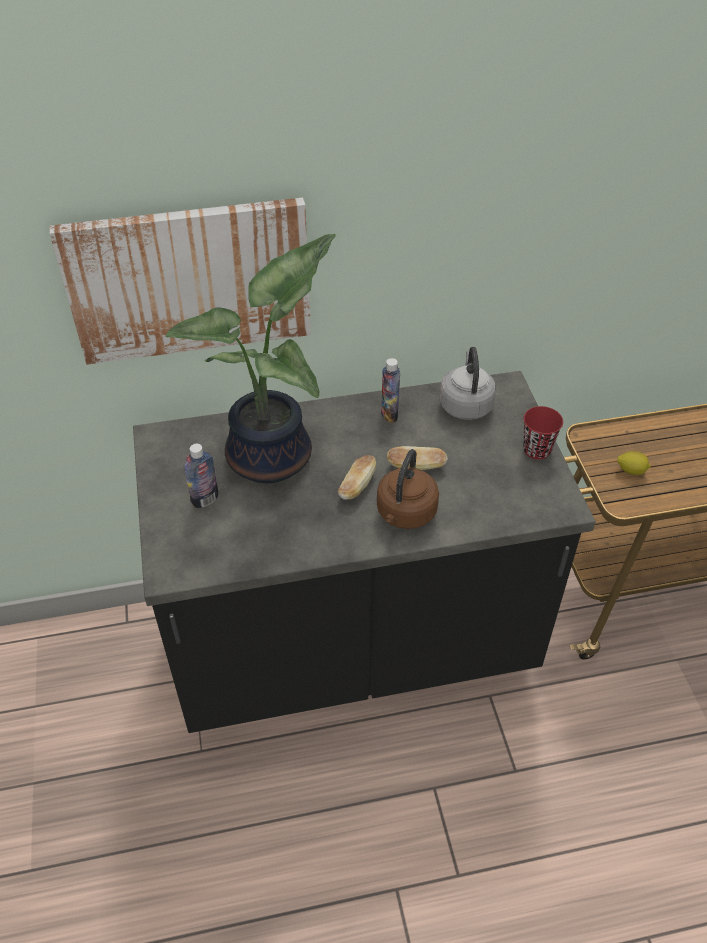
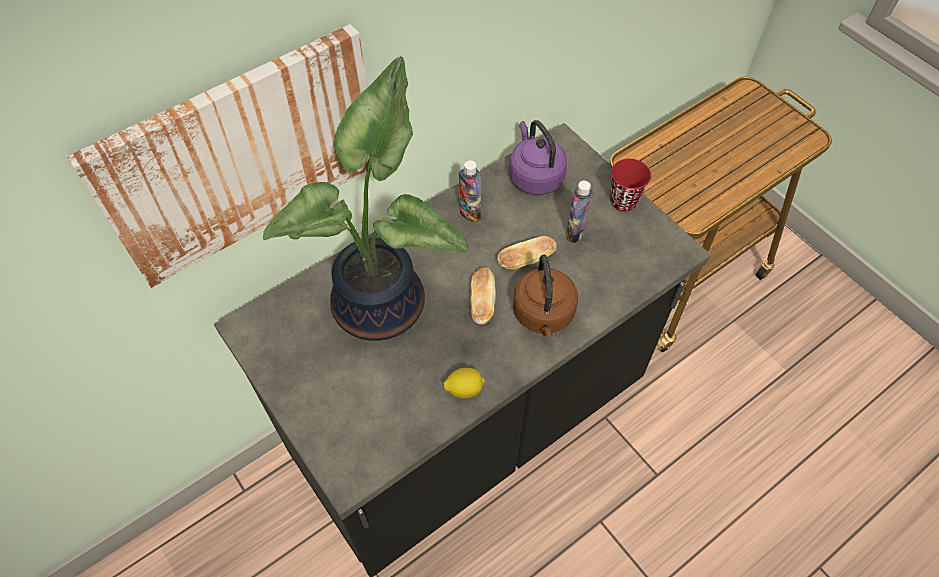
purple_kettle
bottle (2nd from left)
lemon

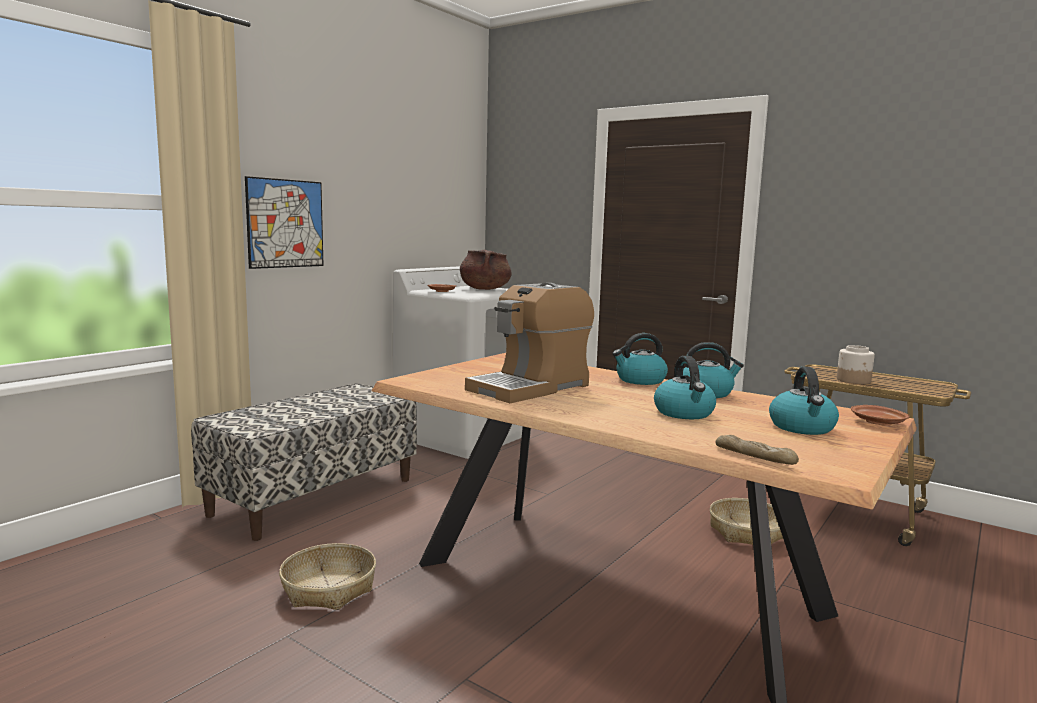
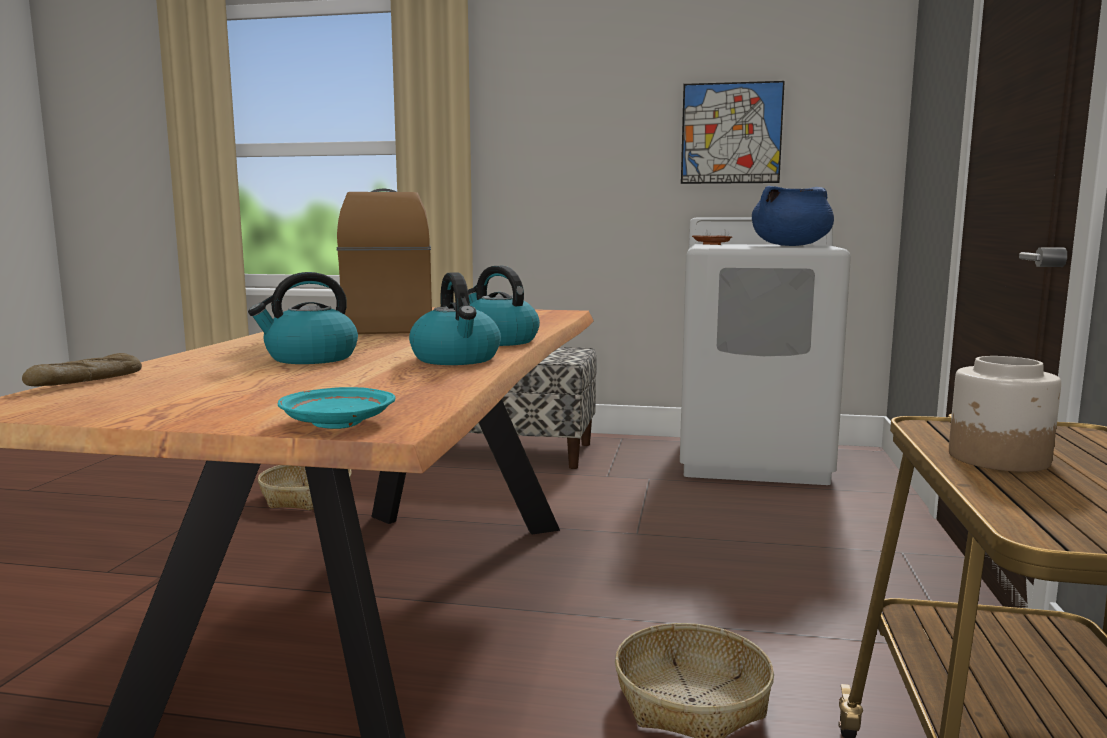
picture
blue_cooking_pot
coffee_machine
kettle (4th from left in the first image)
turquoise_plate

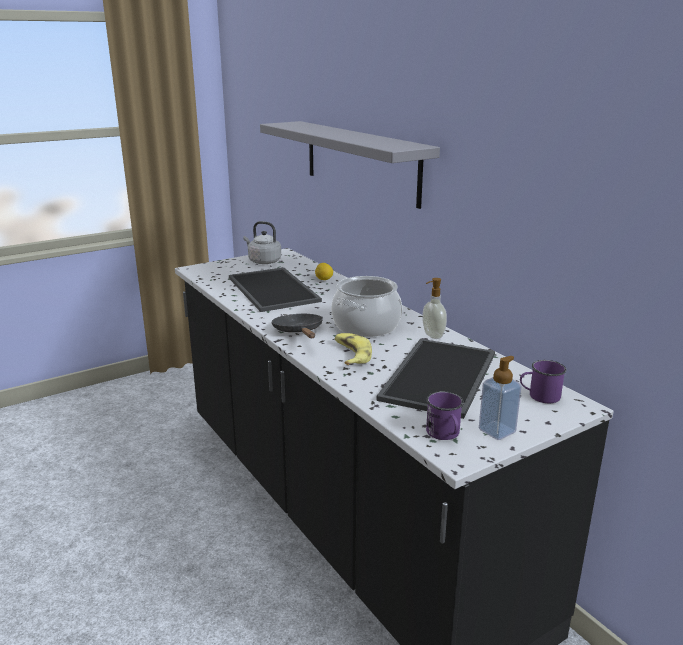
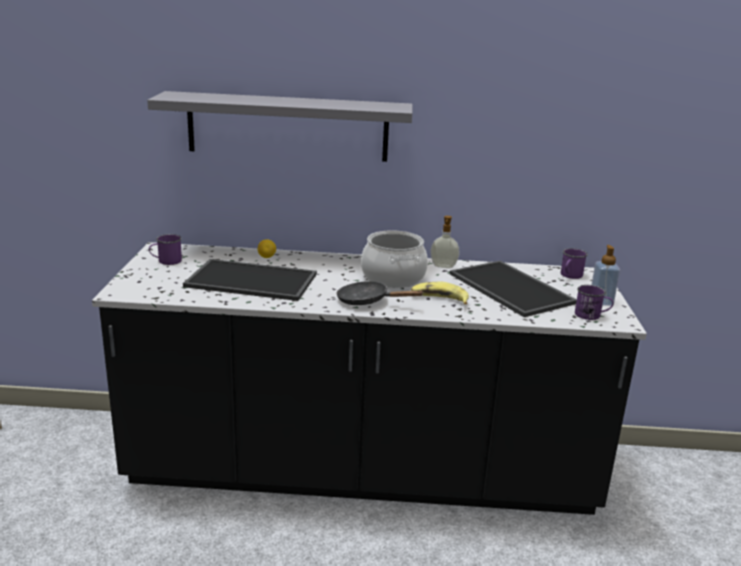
purple_mug (1st from left)

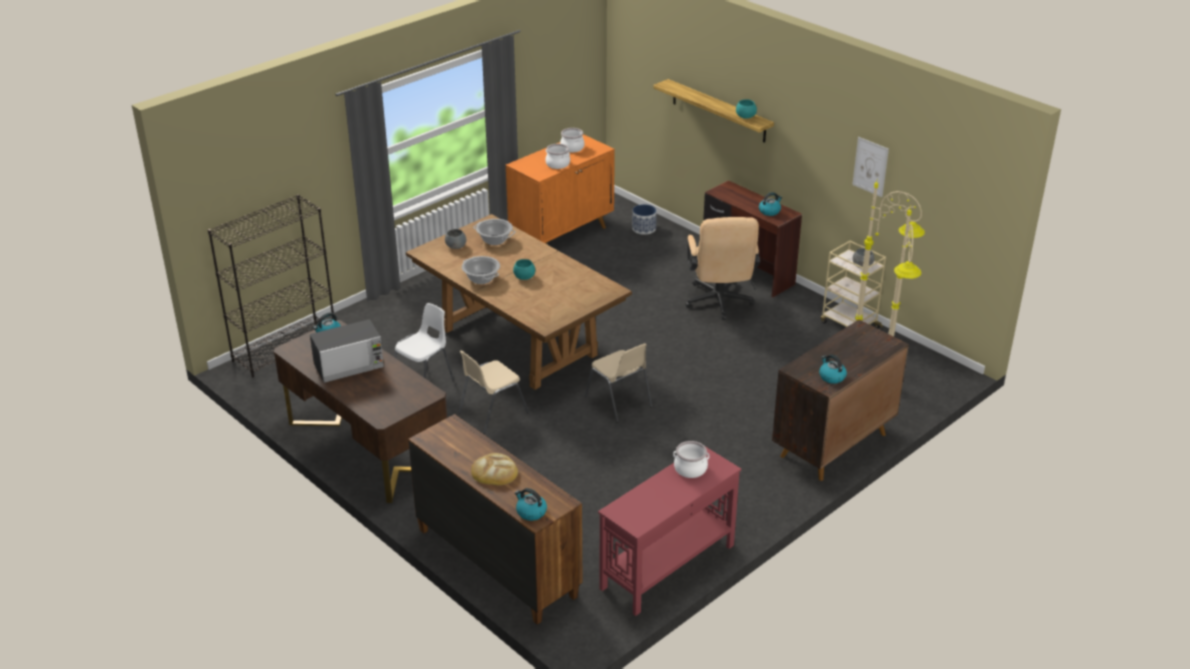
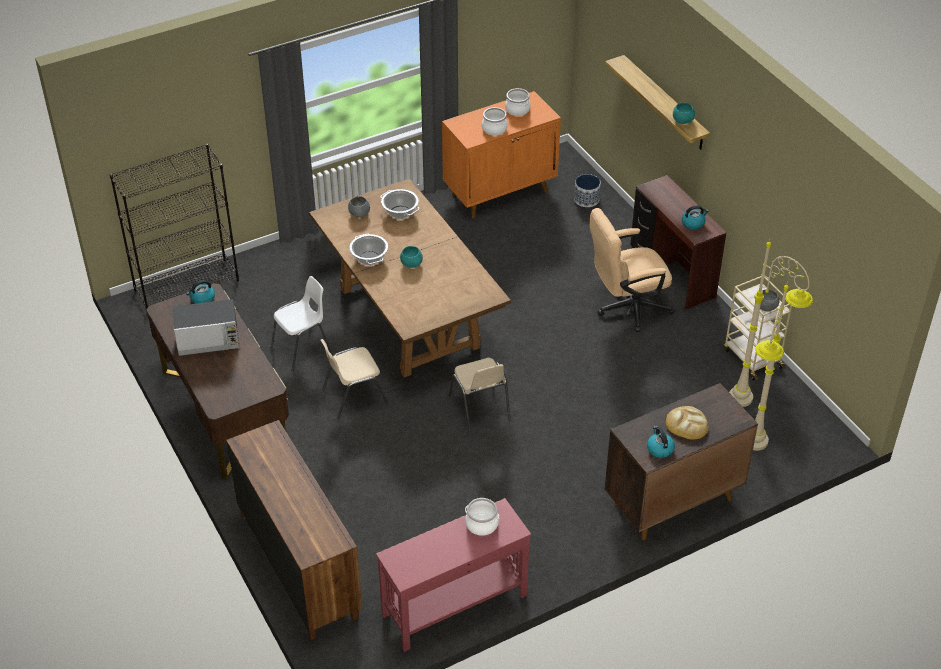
picture
beige_office_chair
bread
kettle (2nd from left in the first image)

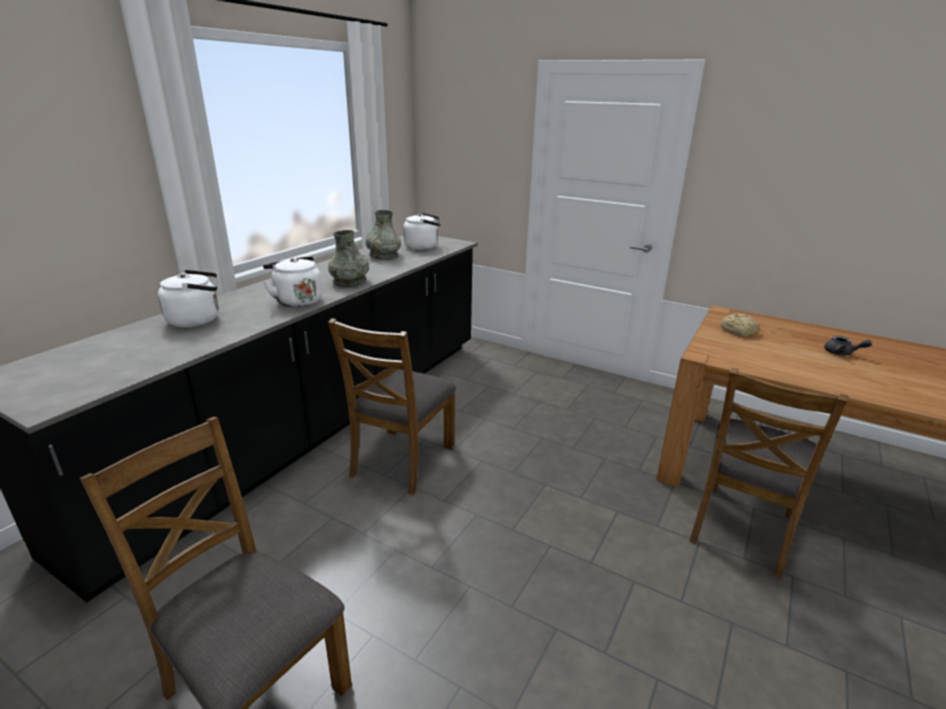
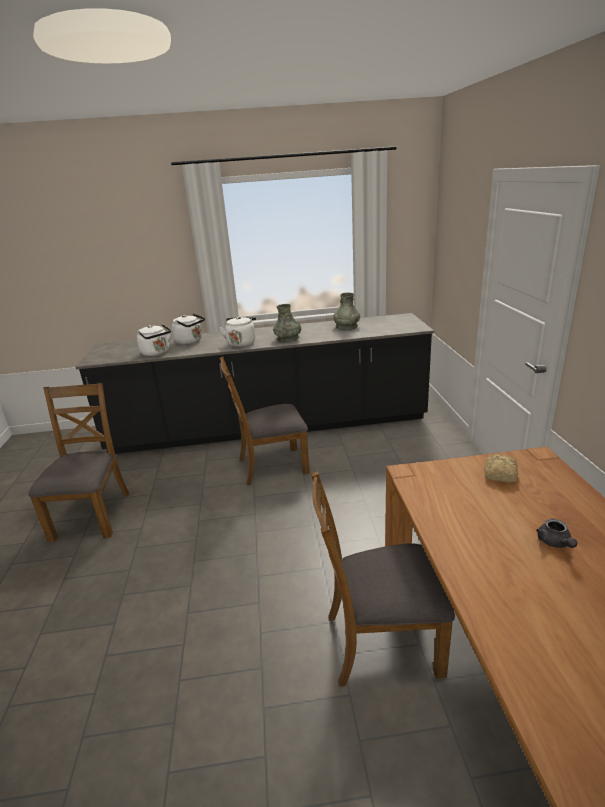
white_kettle (1st from left)

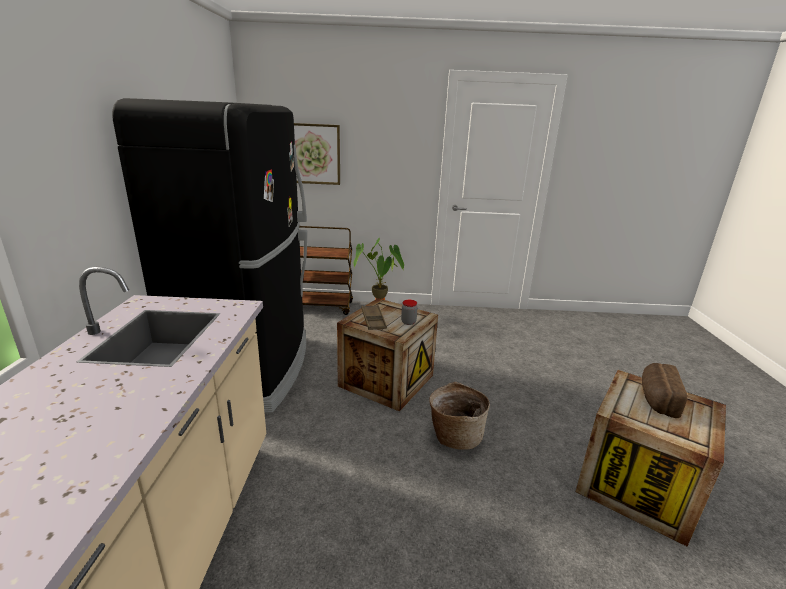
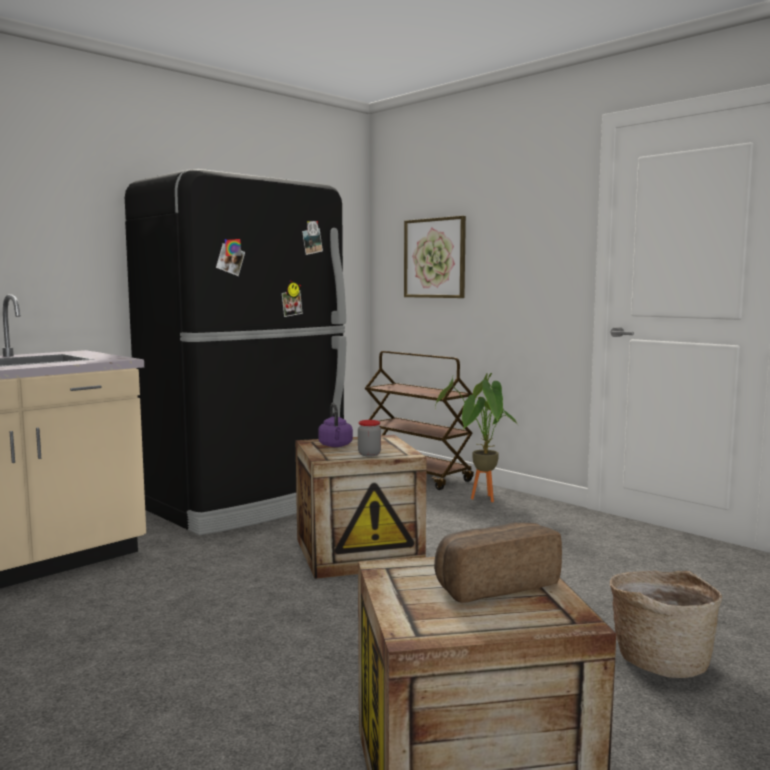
purple_kettle
basket

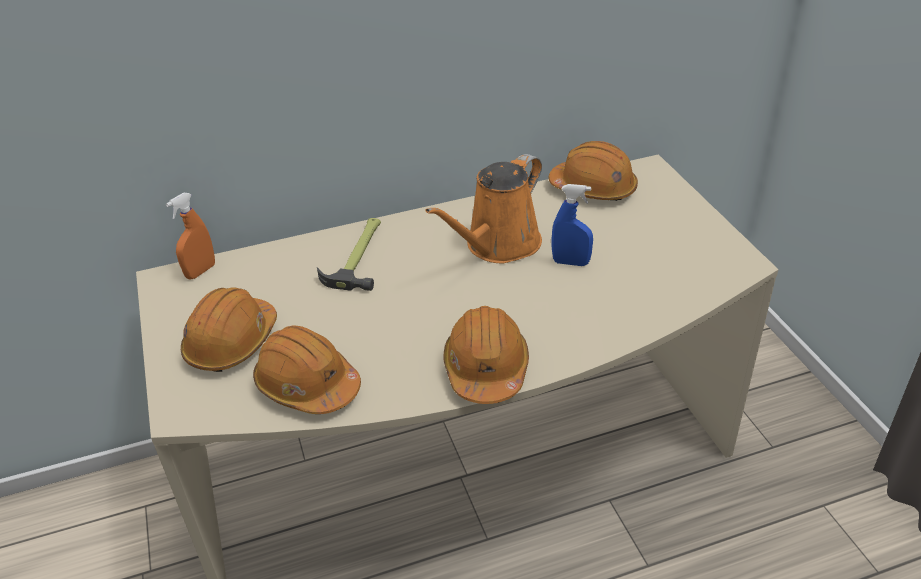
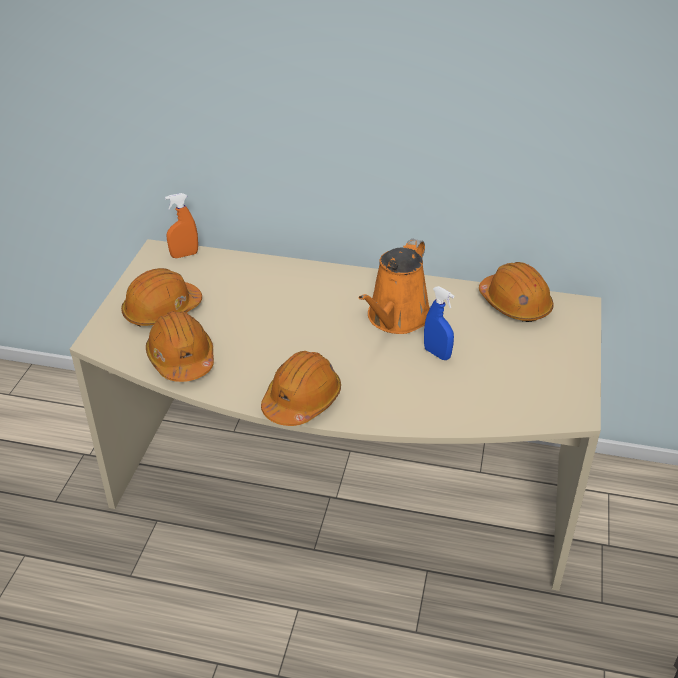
orange_watering_can
hammer

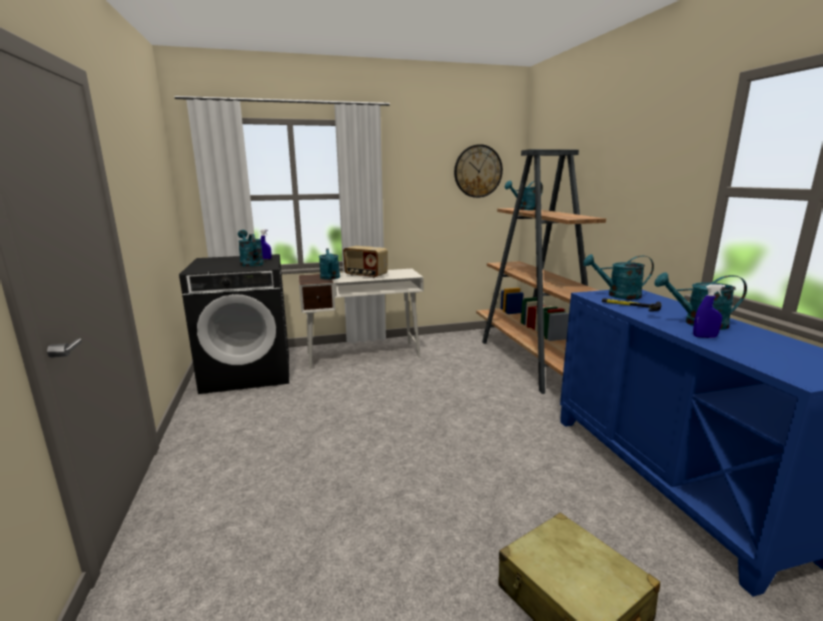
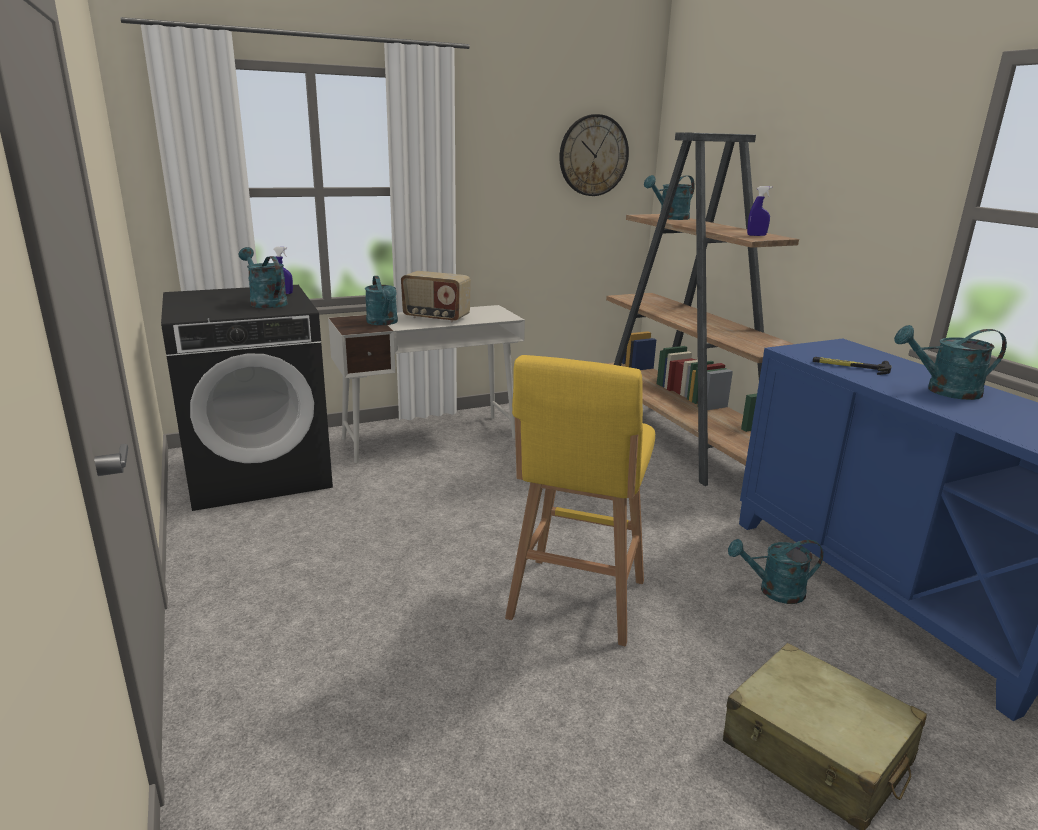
turquoise_watering_can (4th from left)
blue_spray_bottle (2nd from left)
yellow_stool

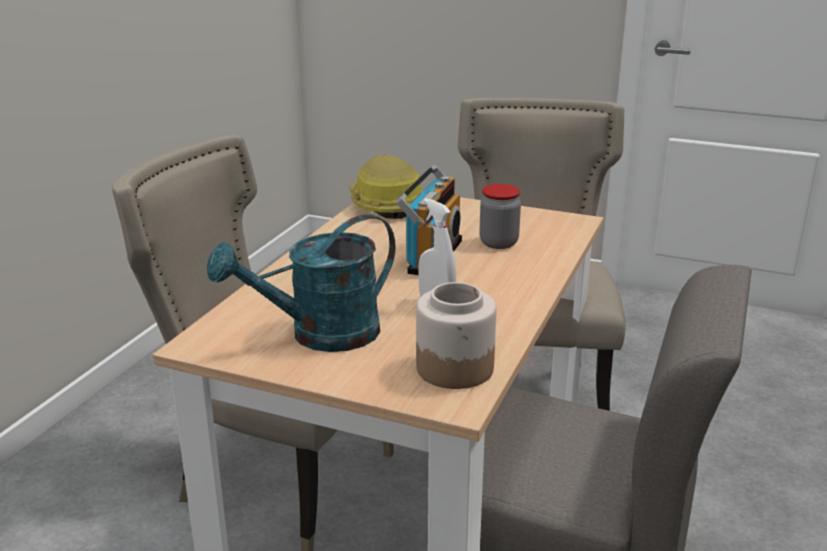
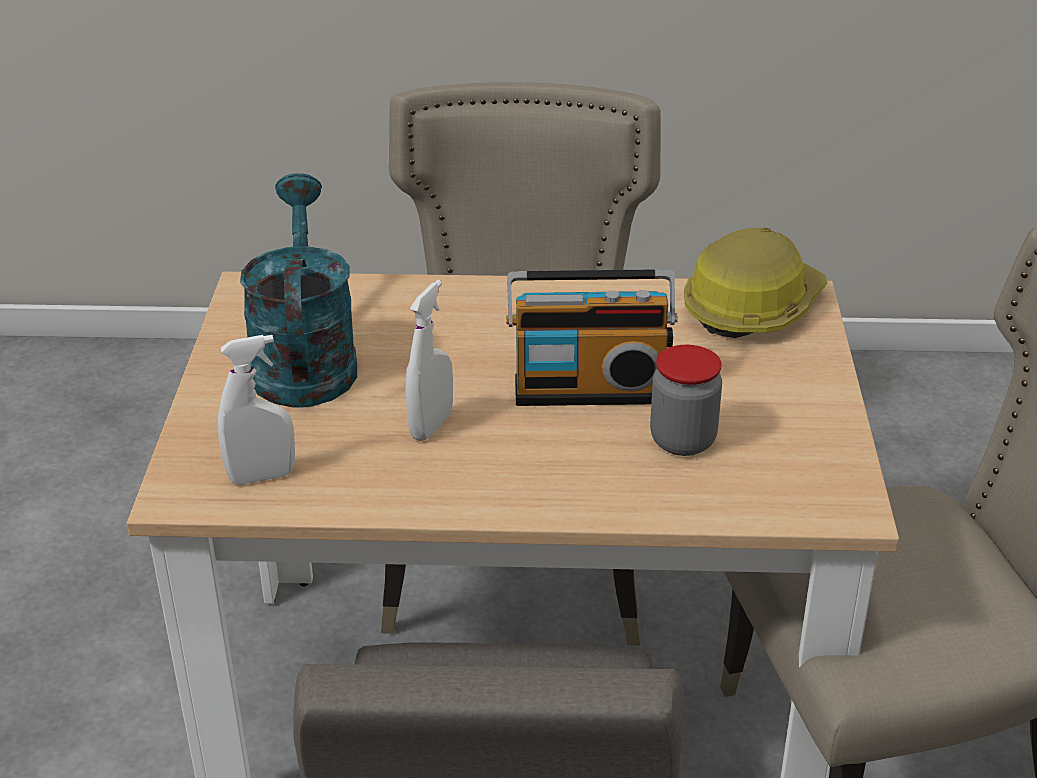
turquoise_watering_can
white_spray_bottle (1st from left)

